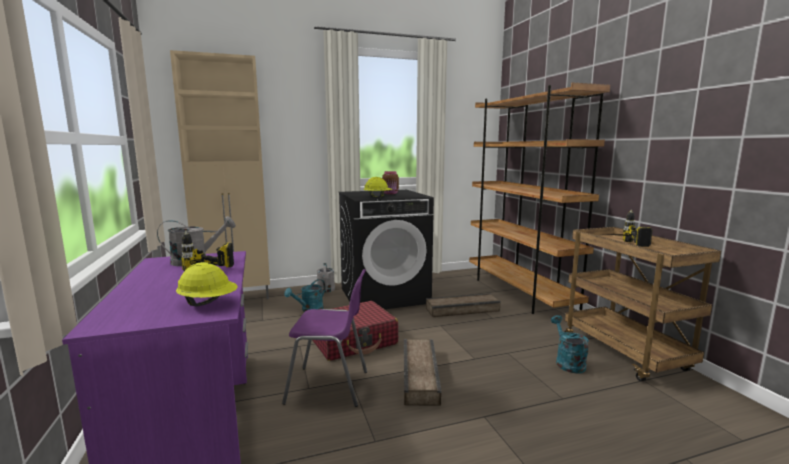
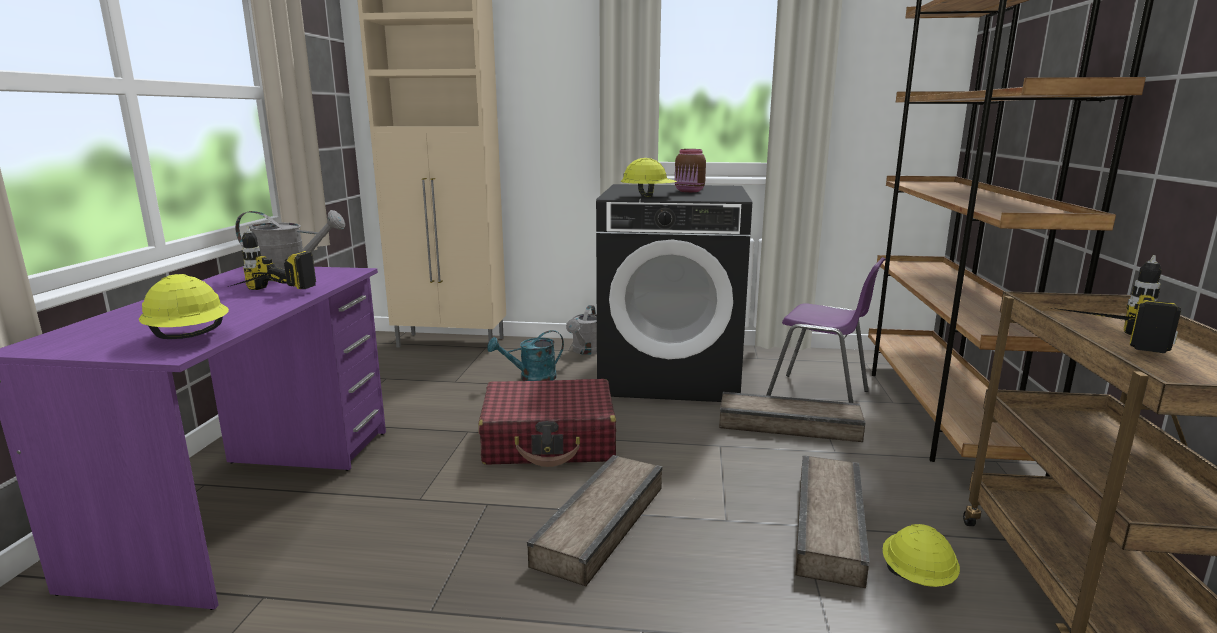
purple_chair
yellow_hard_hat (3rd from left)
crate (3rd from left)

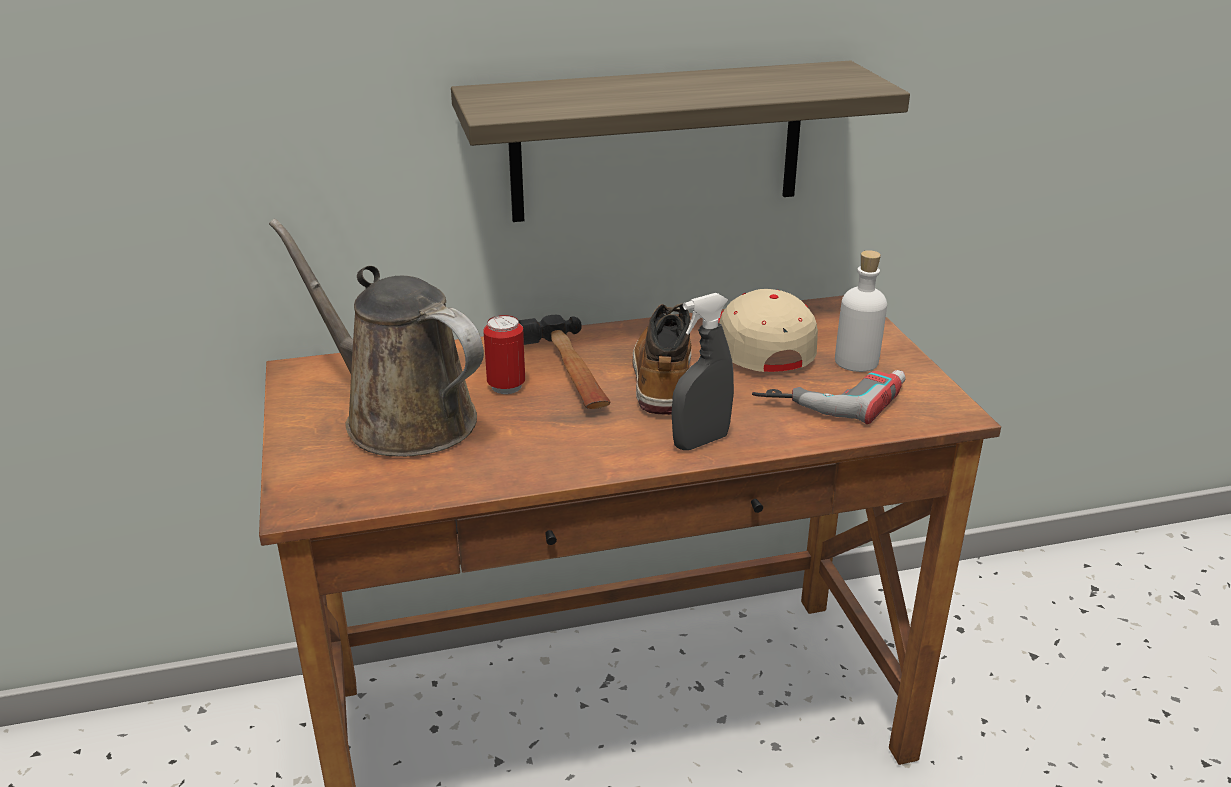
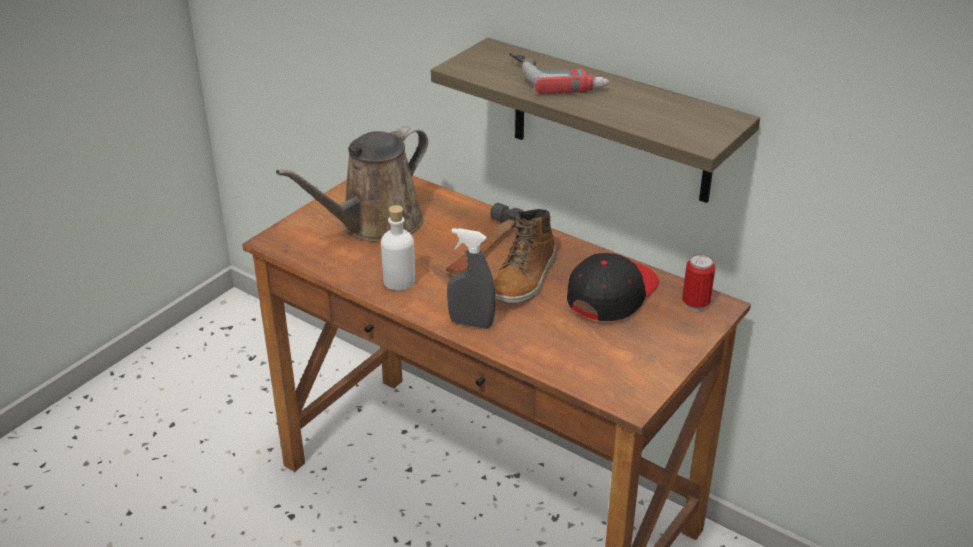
brown_watering_can
white_bottle
black_cap
boot
can
power_drill

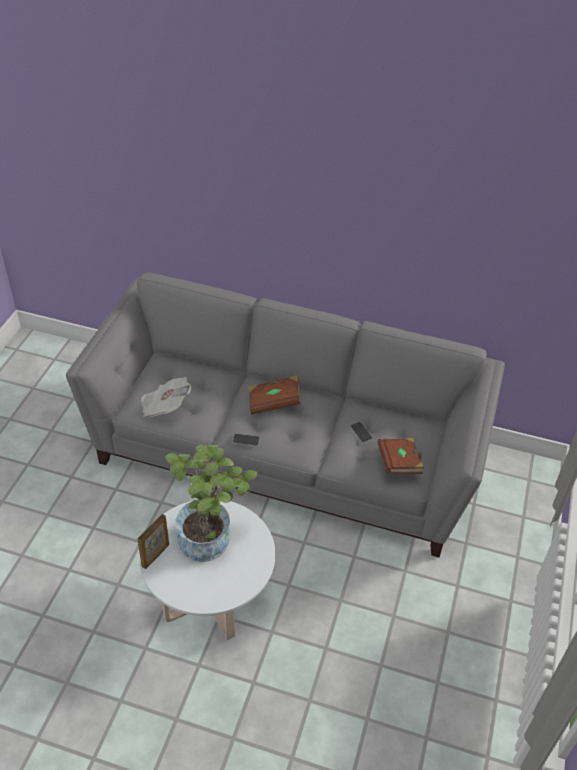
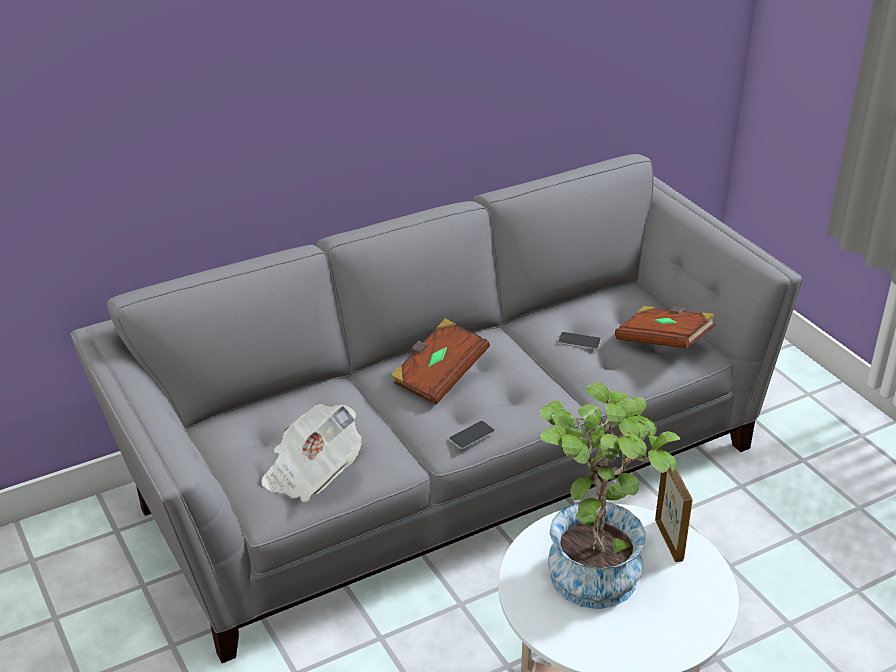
picture_frame

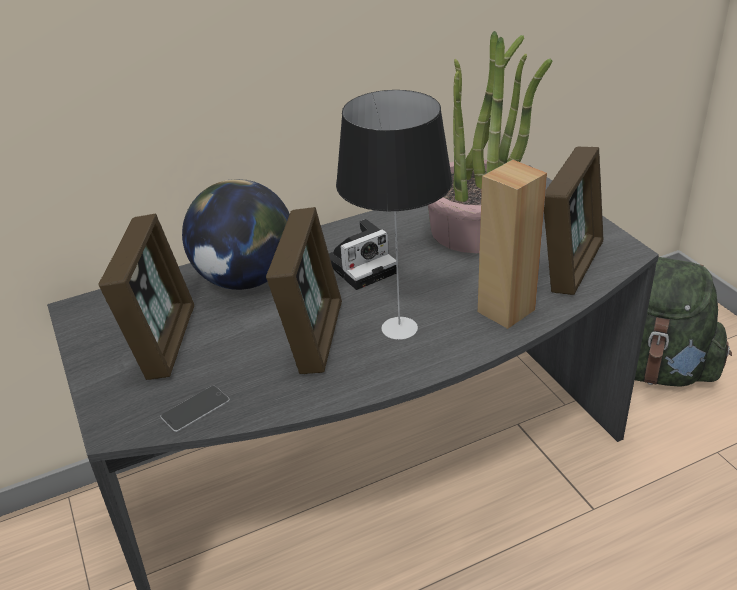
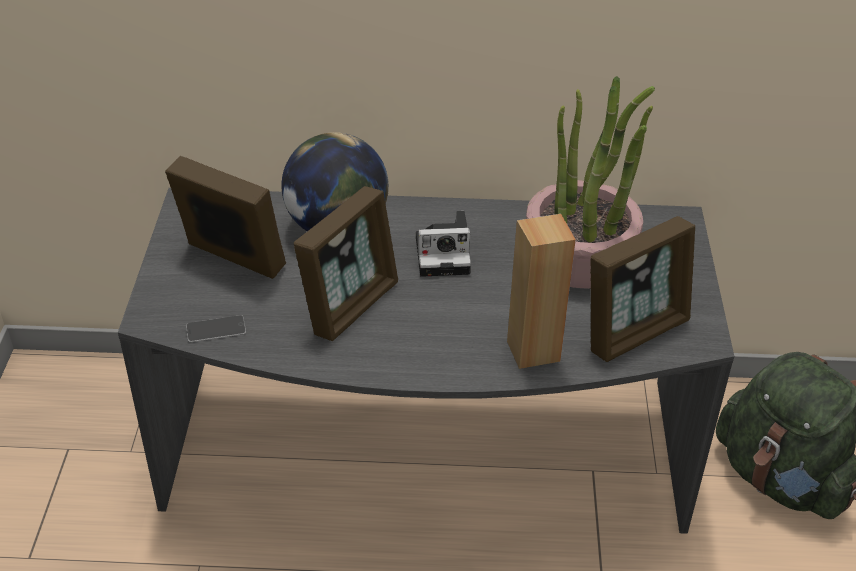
table_lamp
picture_frame (1st from left)

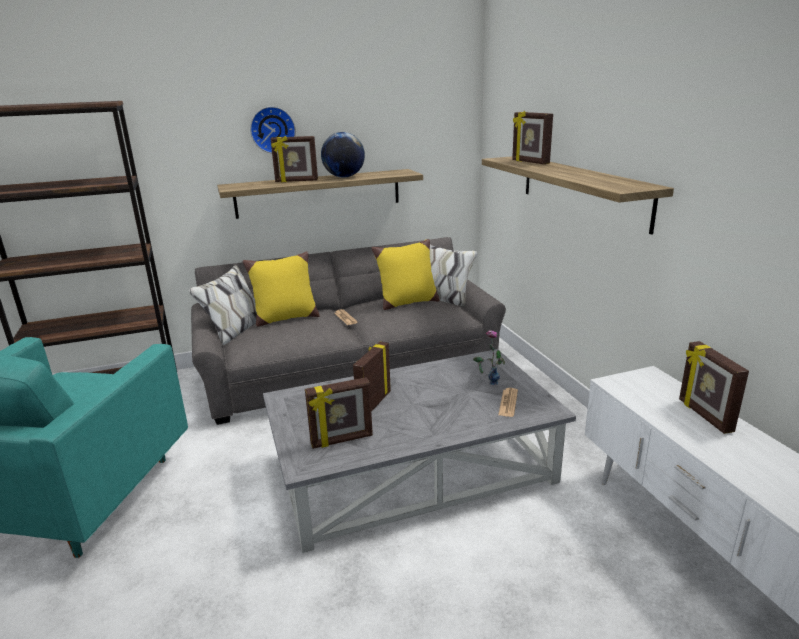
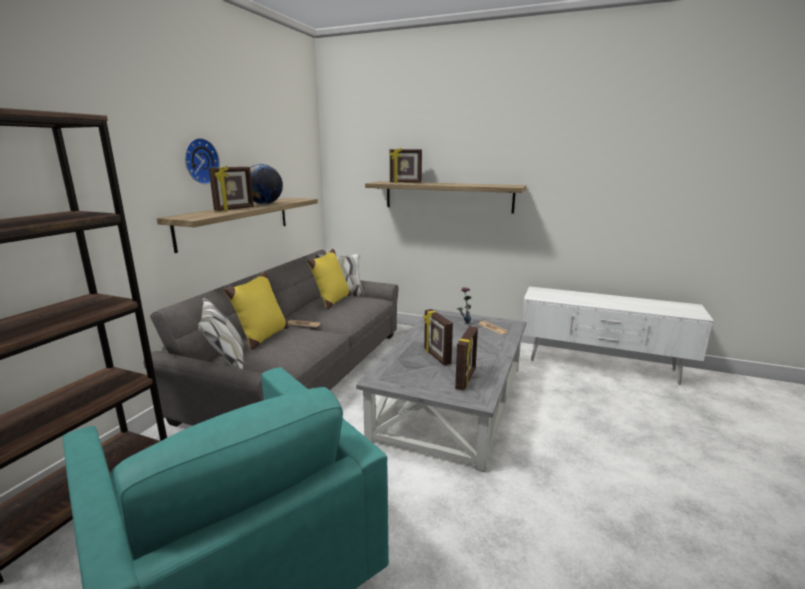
picture_frame (5th from left in the first image)

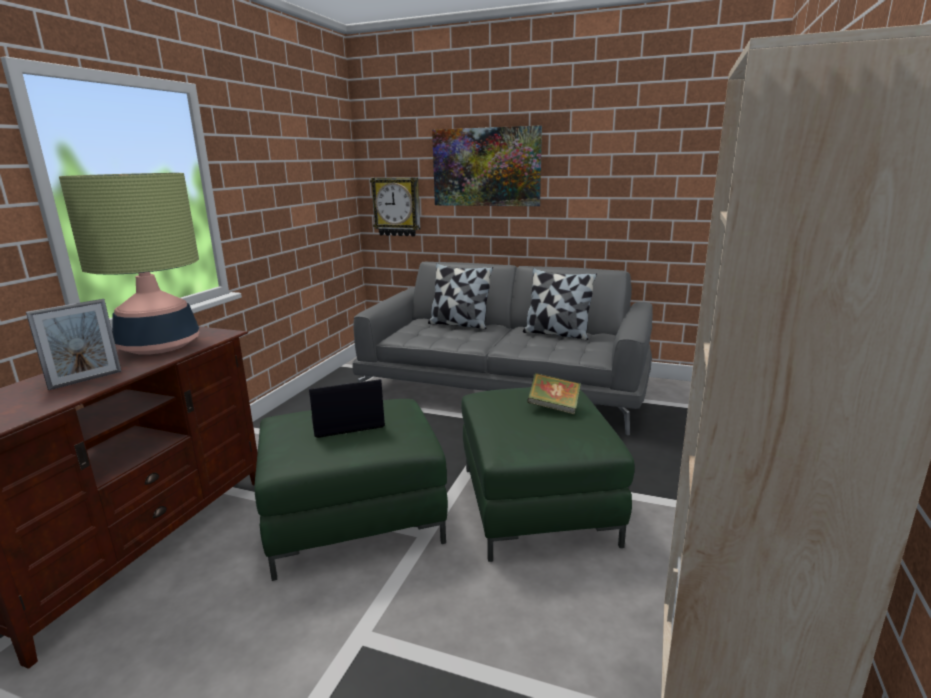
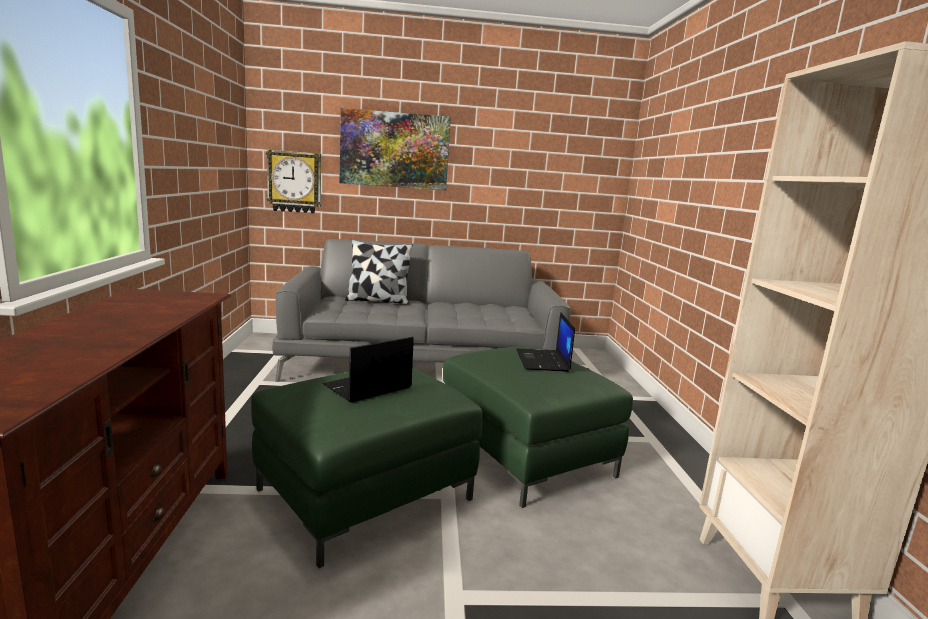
table_lamp
pillow (2nd from left in the first image)
picture_frame
laptop (2nd from left)

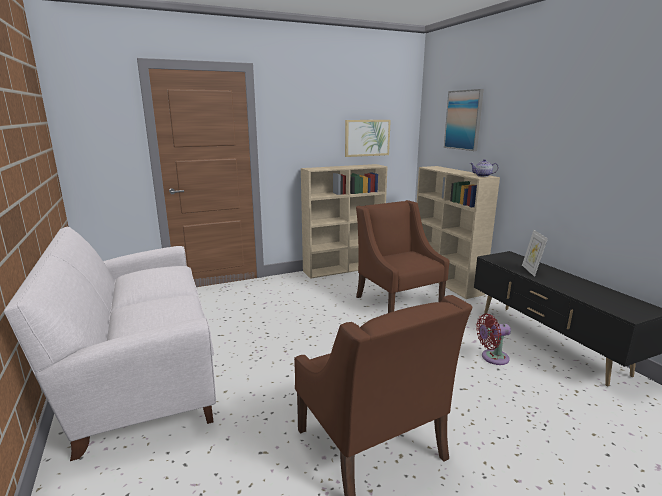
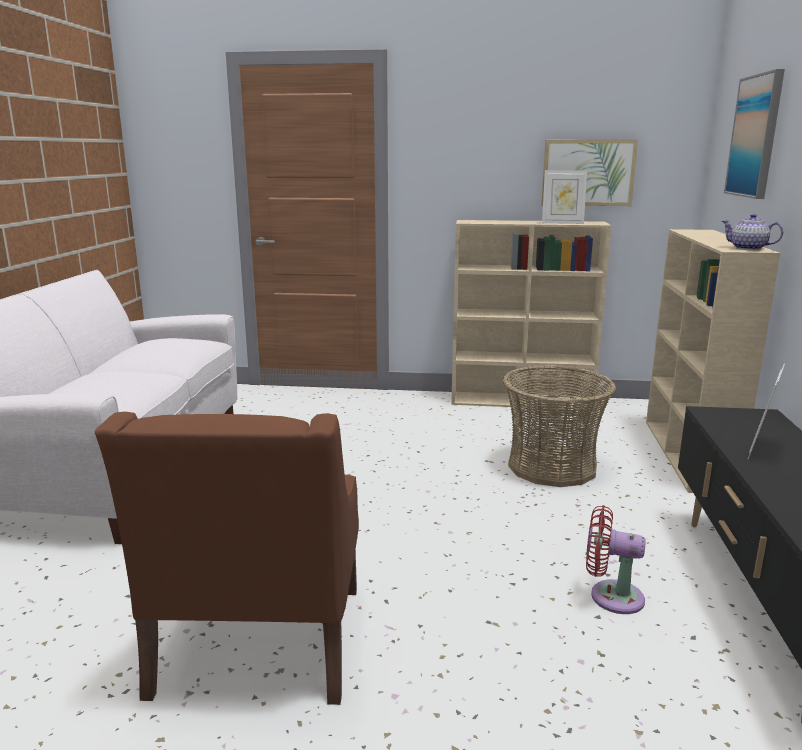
basket
picture_frame (1st from left)

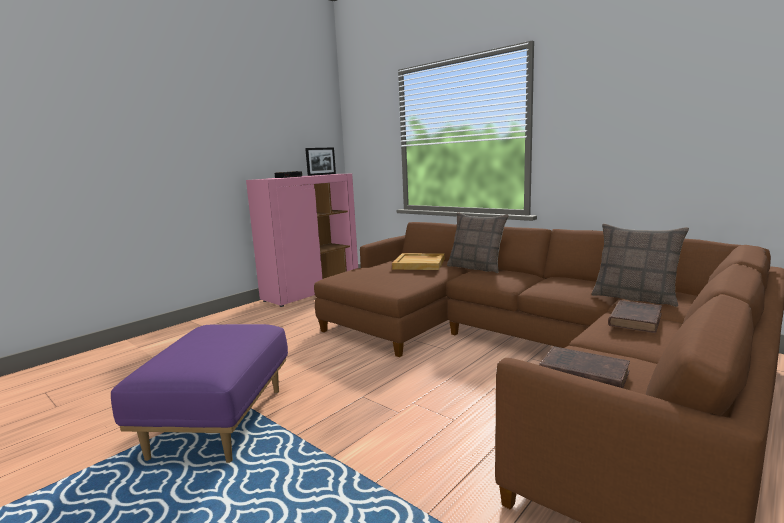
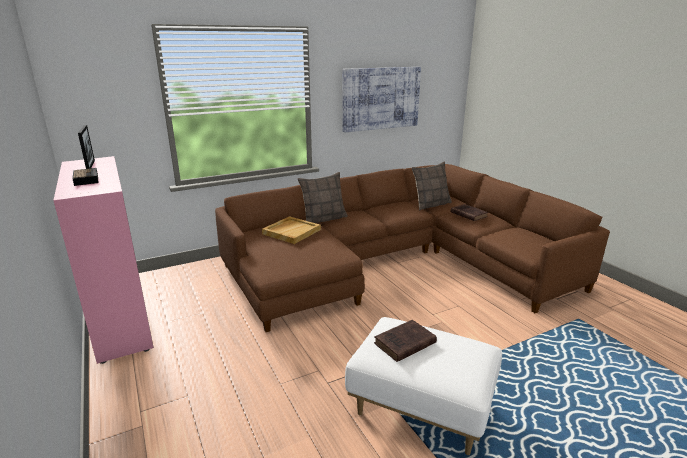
white_ottoman
brown_book (1st from left)
picture

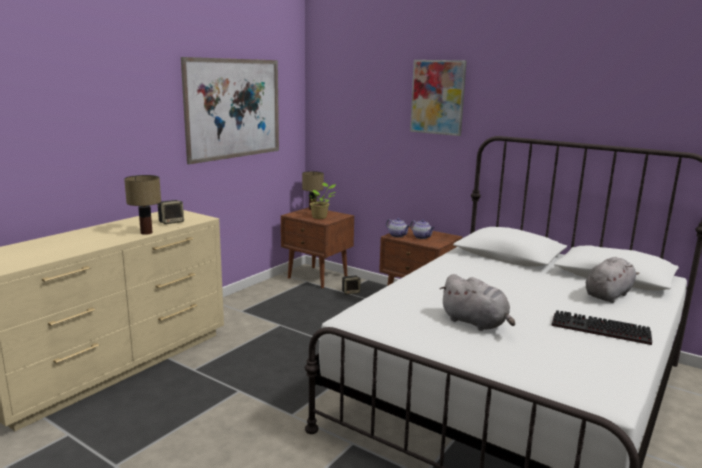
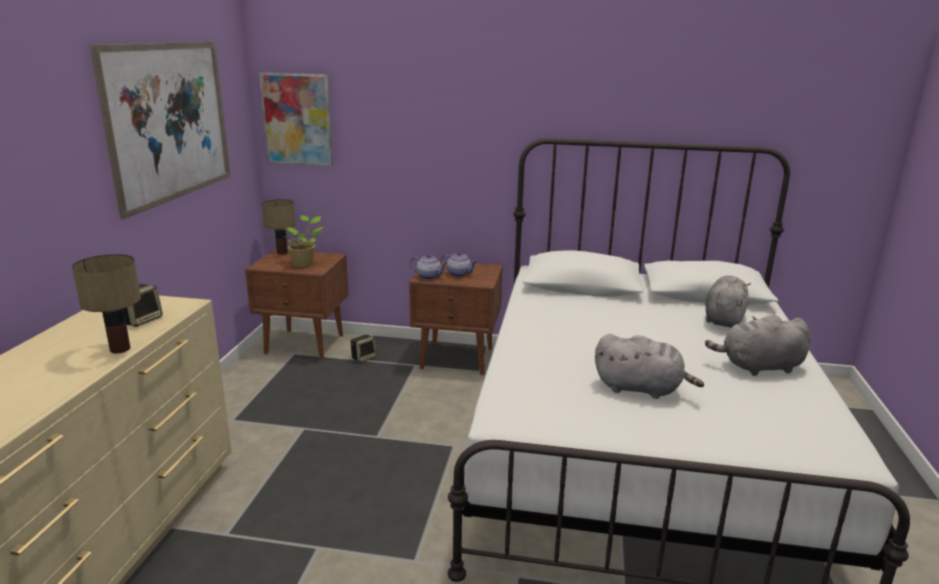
picture (2nd from left)
grey_plush_toy (3rd from left)

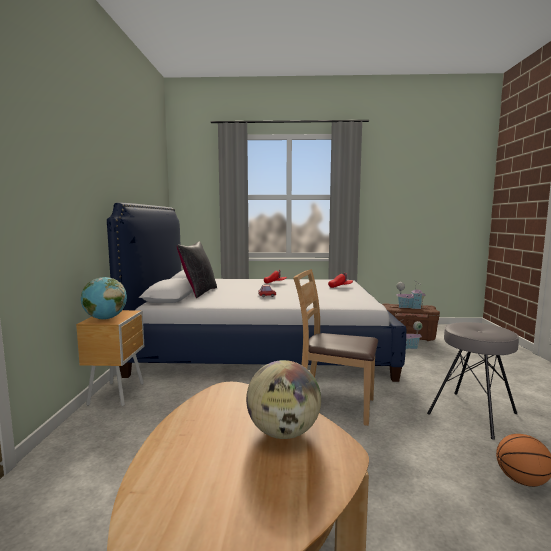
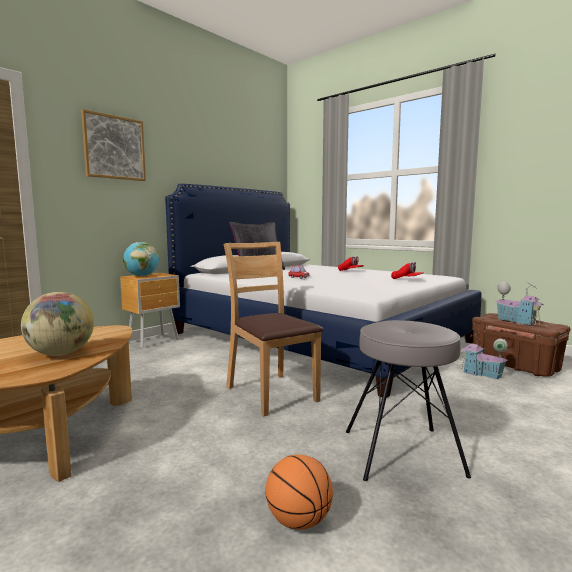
picture

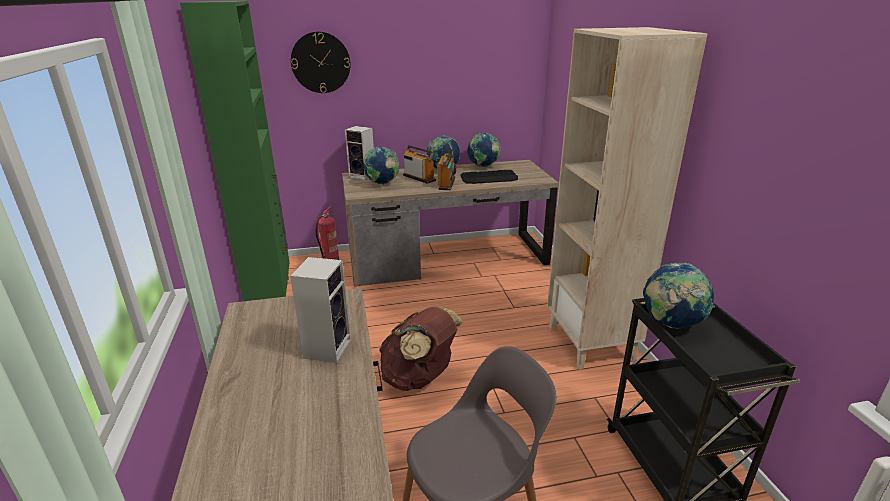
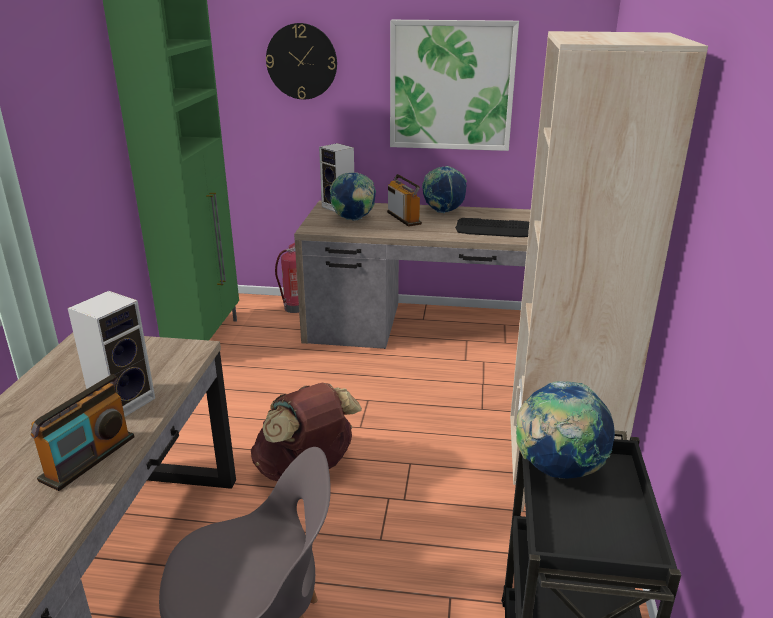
globe (3rd from left in the first image)
radio (1st from left)
picture

